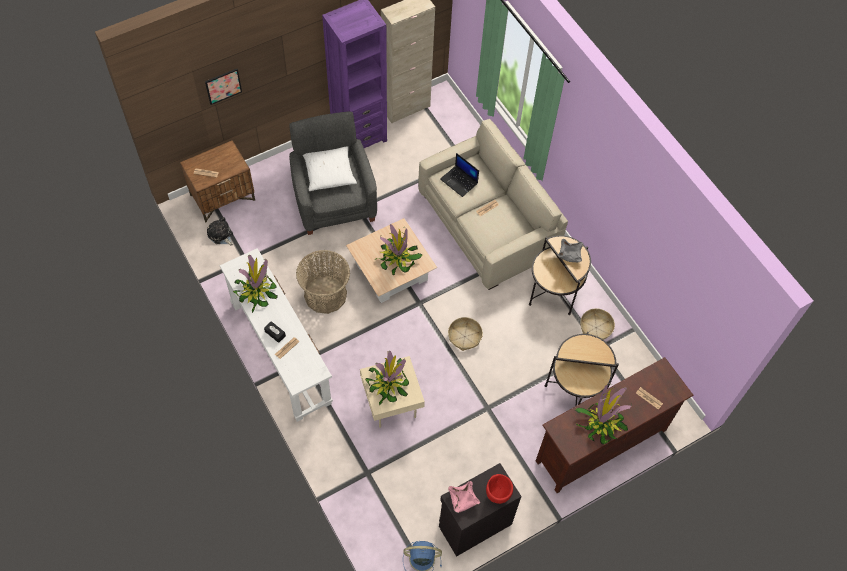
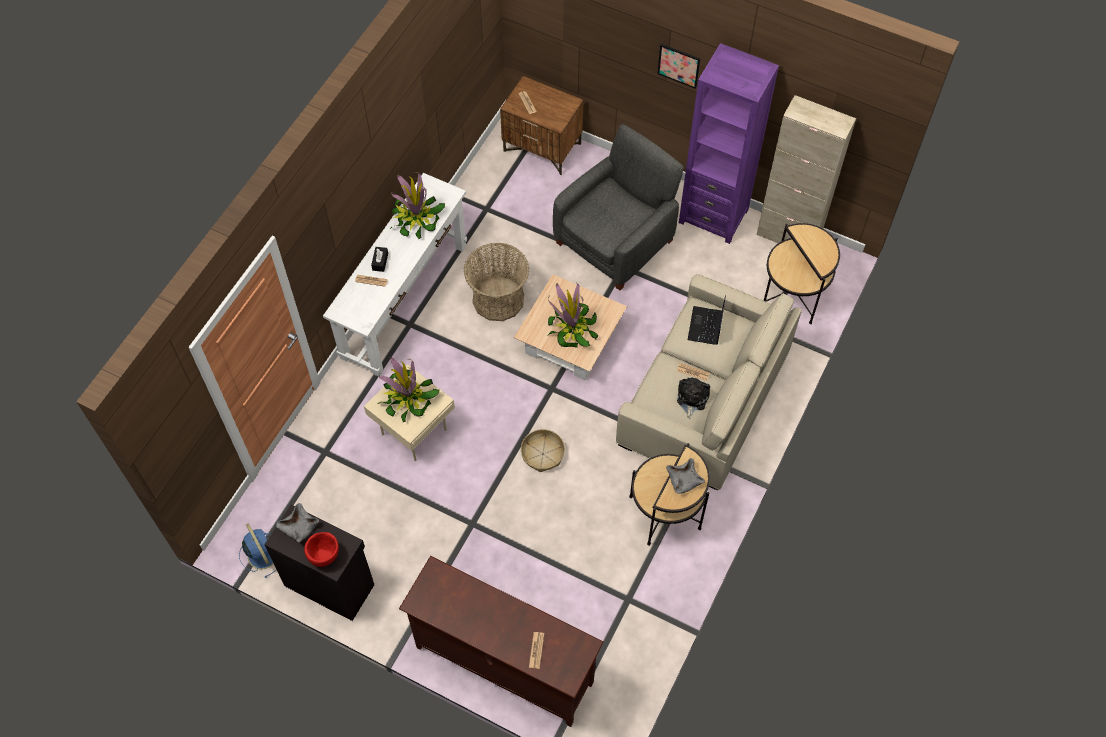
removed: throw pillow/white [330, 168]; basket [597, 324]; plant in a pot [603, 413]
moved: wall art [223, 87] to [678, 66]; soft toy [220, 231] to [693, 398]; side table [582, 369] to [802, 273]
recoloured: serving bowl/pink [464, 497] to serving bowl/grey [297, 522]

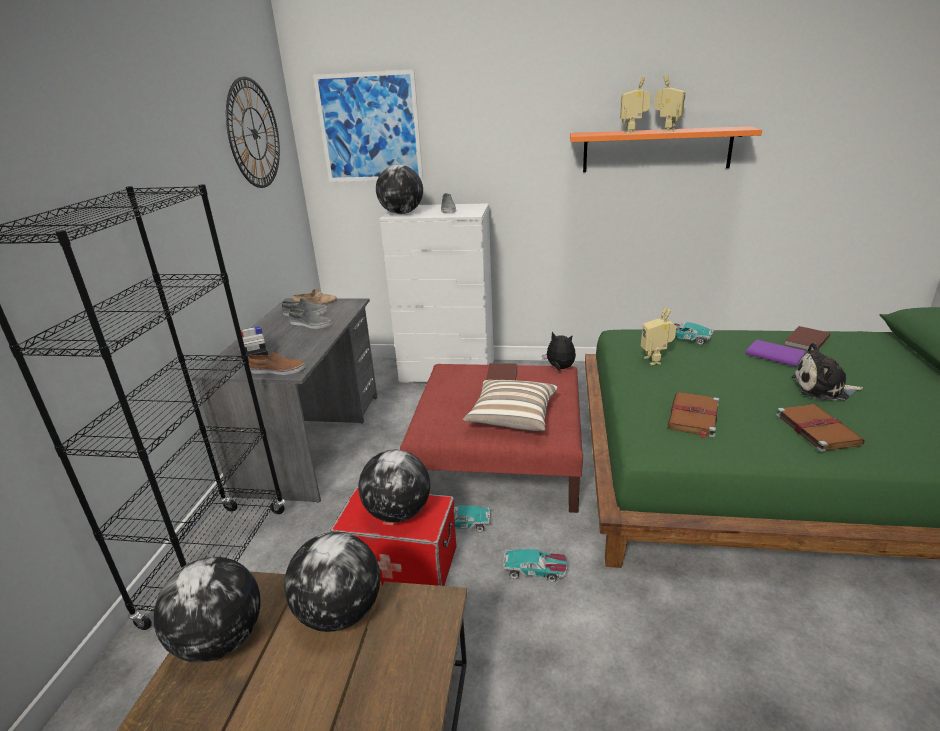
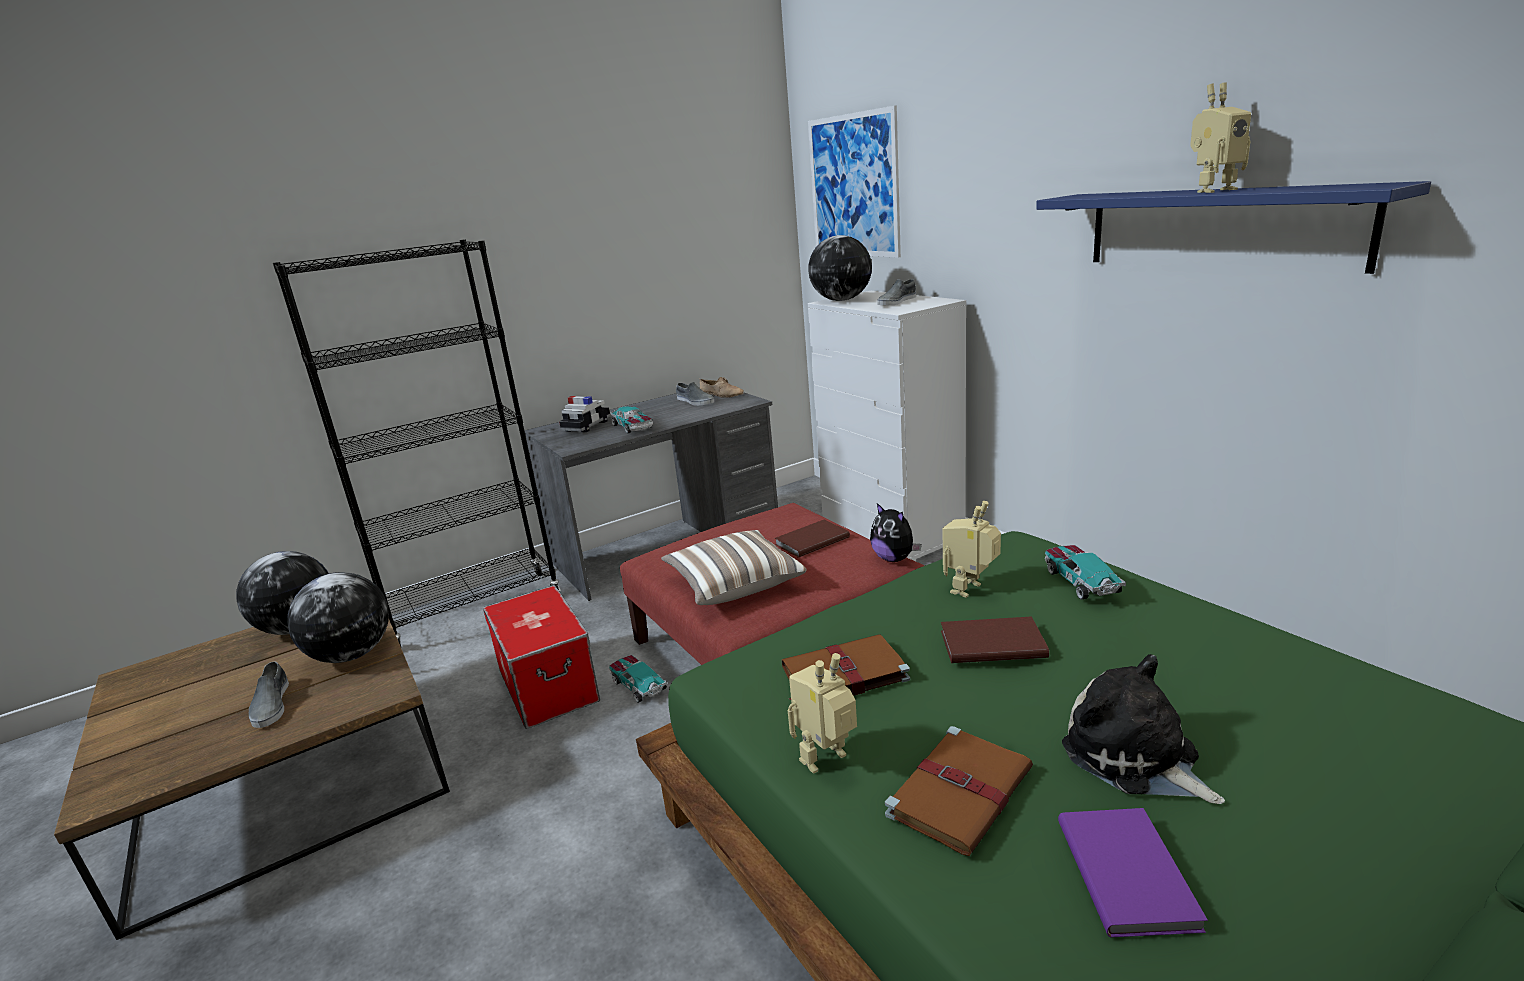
removed: hanging clock [253, 132]; low shoe/brown-coloured [277, 363]; desk globe [394, 486]
moved: model robot [635, 105] to [822, 713]; low shoe/grey [310, 318] to [269, 694]; book/brown-coloured [807, 338] to [995, 639]; book/purple [776, 353] to [1133, 872]; miniature car [535, 565] to [631, 419]
recoloured: bracket shelf/orange [666, 149] to bracket shelf/blue-coloured [1233, 227]
turned: soft toy [559, 351] = [895, 532] 150 degrees clockwise

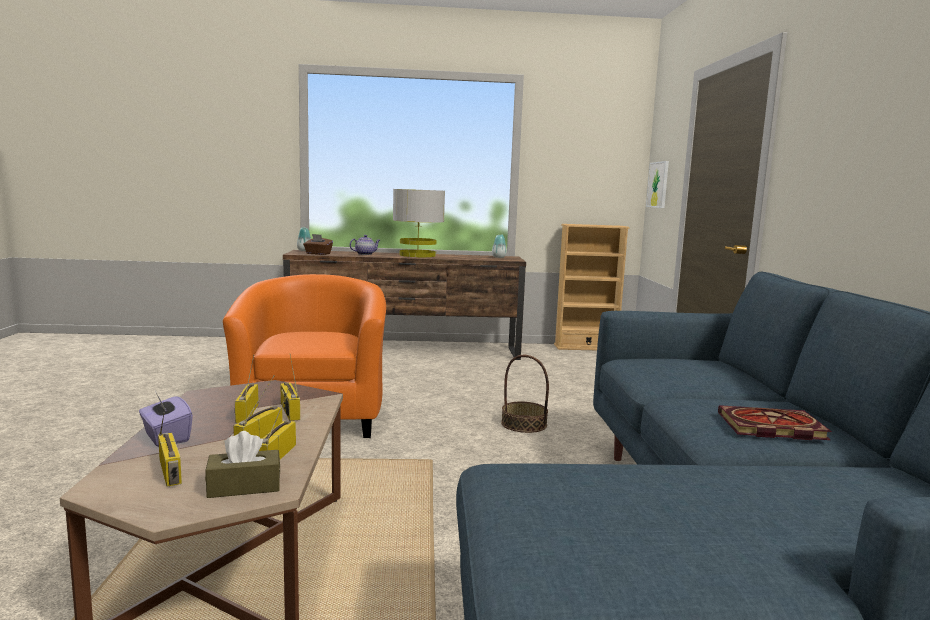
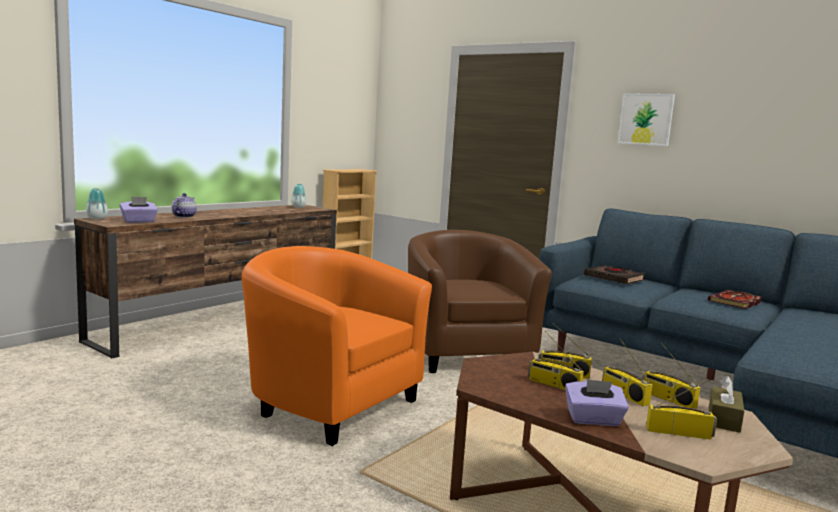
removed: lamp for a table/grey [419, 223]
added: book/blackish [614, 274]
moved: wall art [657, 184] to [646, 119]
replaced: basket [525, 394] to armchair/brown-coloured [480, 301]
recoloured: tissue box/brown-coloured [318, 244] to tissue box/purple [139, 210]

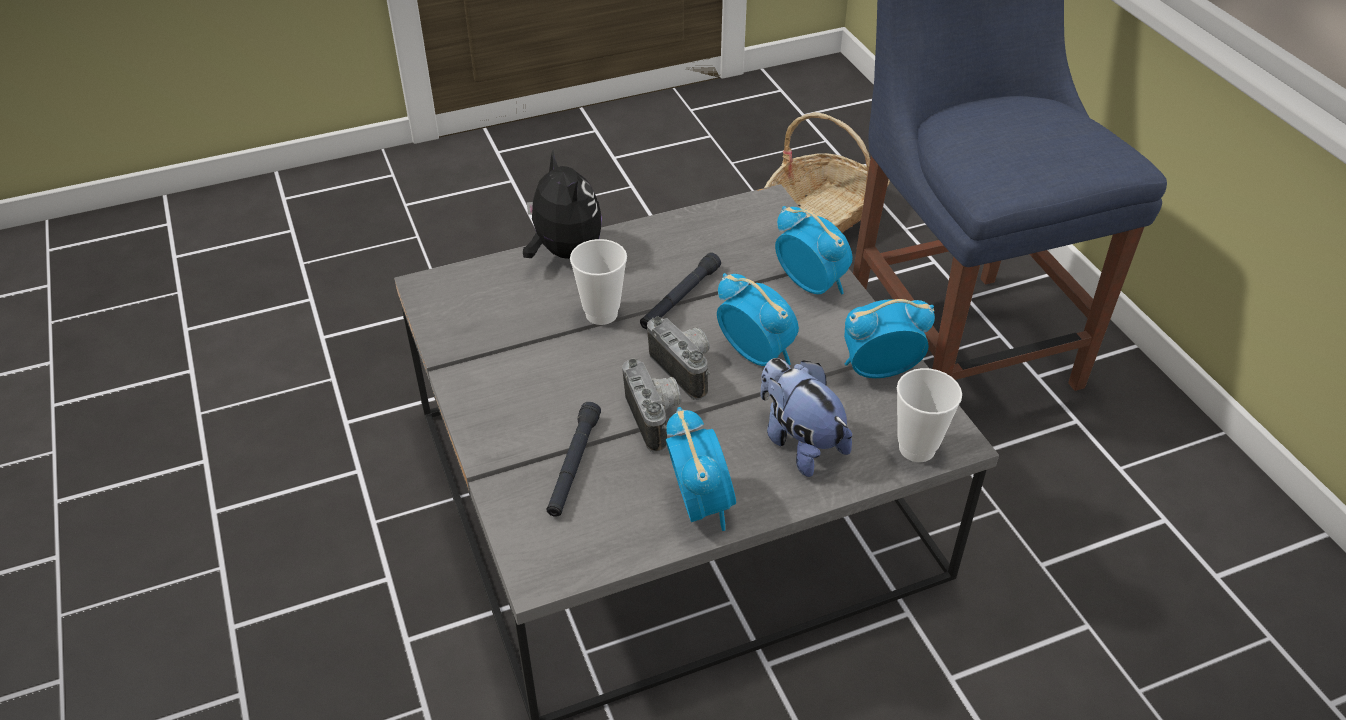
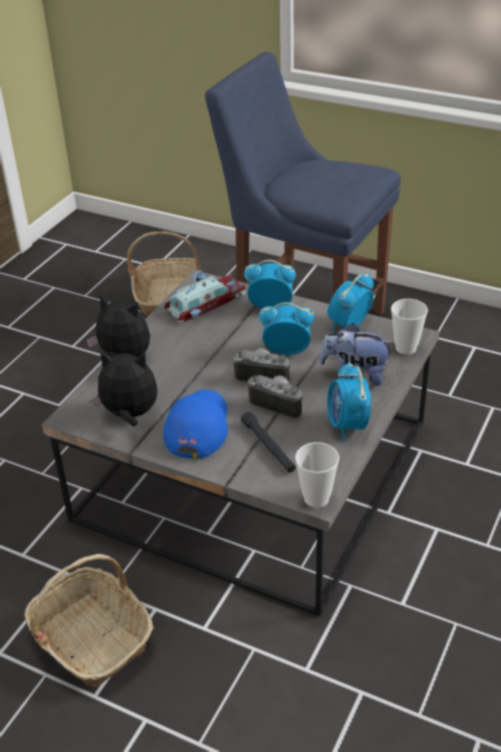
removed: hand torch/blackish [680, 290]
added: miniature car [205, 296]; soft toy [123, 388]; baseball cap/blue-coloured [195, 424]; basket [89, 620]
moved: cup [598, 282] to [317, 475]
turned: bedside clock [701, 469] = [349, 401] 135 degrees counterclockwise

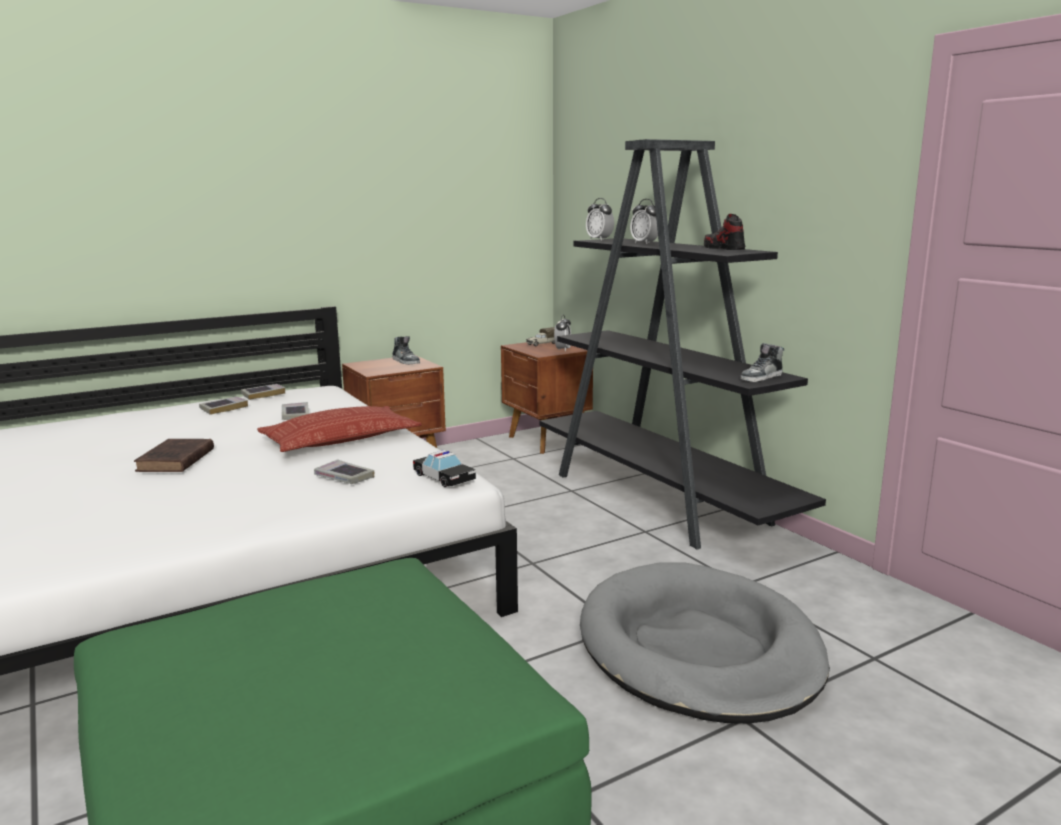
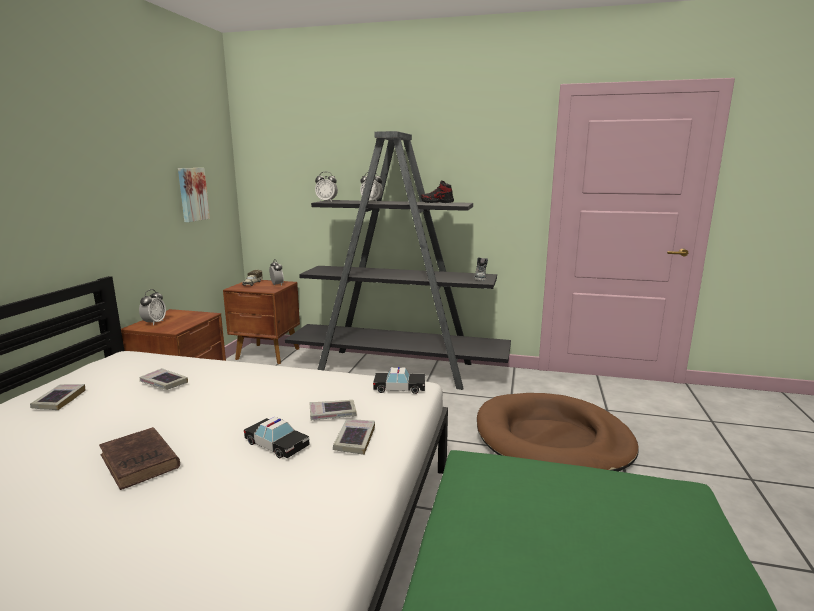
removed: low shoe [406, 350]; throw pillow [339, 429]
added: wall art [194, 195]; bedside clock [152, 307]; miniature car [277, 437]
moved: book [263, 392] to [354, 437]
recoloured: dog bed/grey [705, 643] to dog bed/brown-coloured [558, 432]

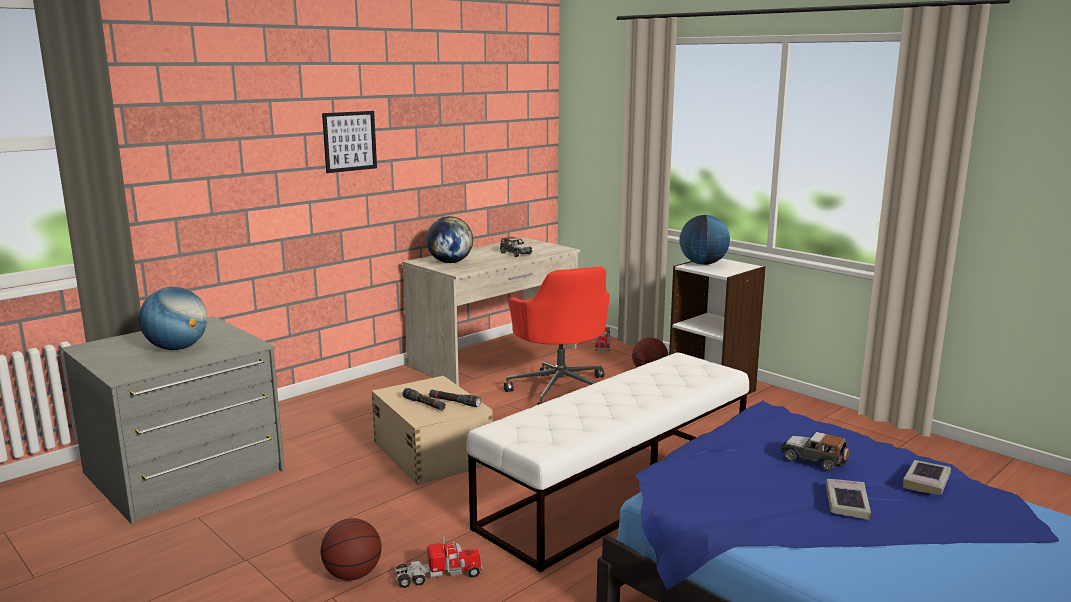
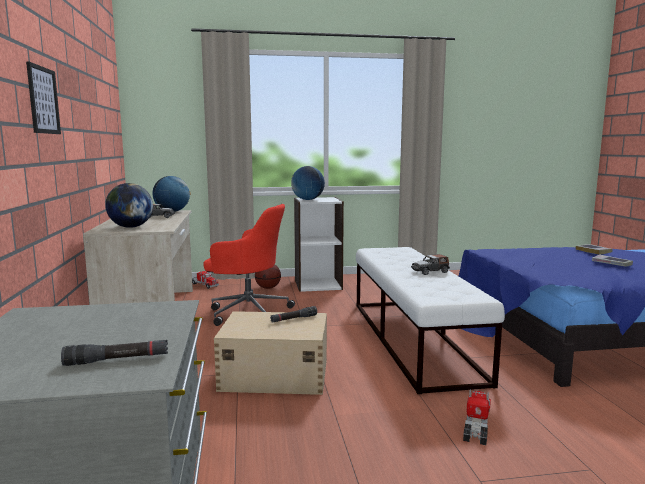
removed: basketball [351, 549]
moved: desk globe [173, 318] to [171, 194]; hand torch/blackish [424, 399] to [114, 353]; miniature car [815, 451] to [430, 264]

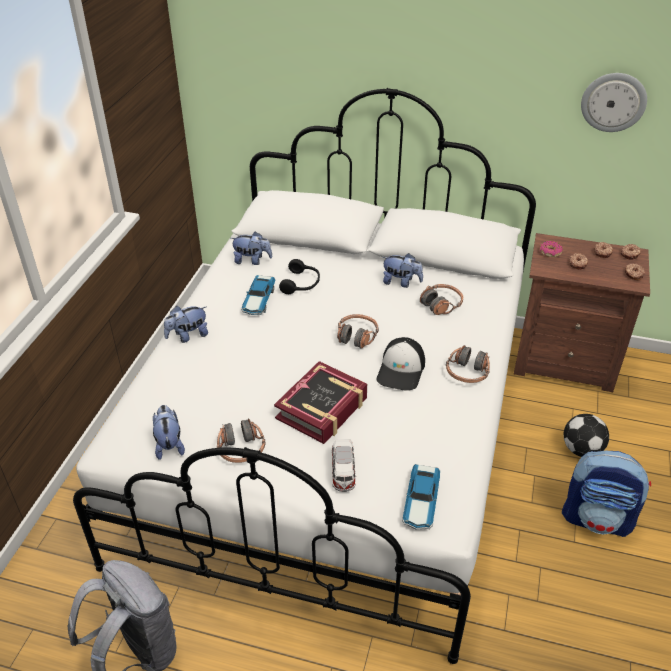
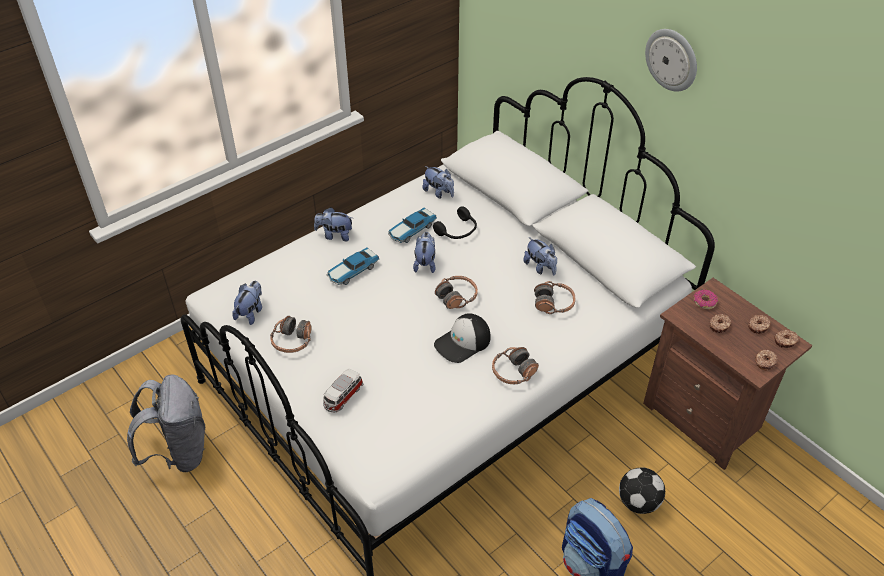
removed: book [320, 402]
added: soft toy [424, 252]
moved: hanging clock [614, 102] to [671, 60]; miniature car [421, 497] to [353, 266]

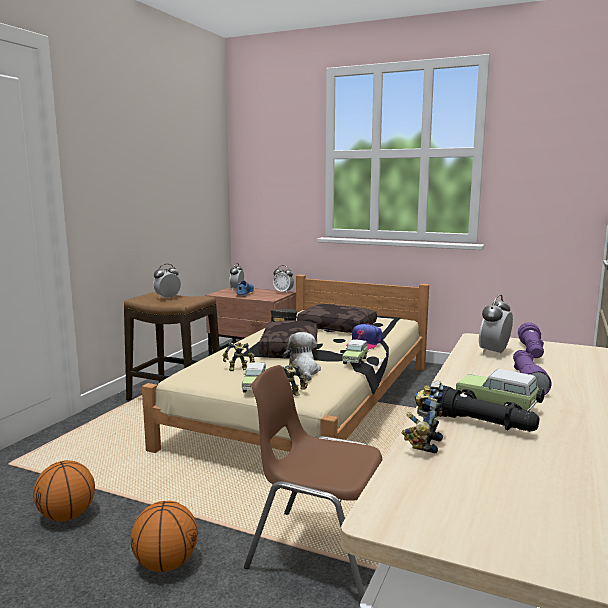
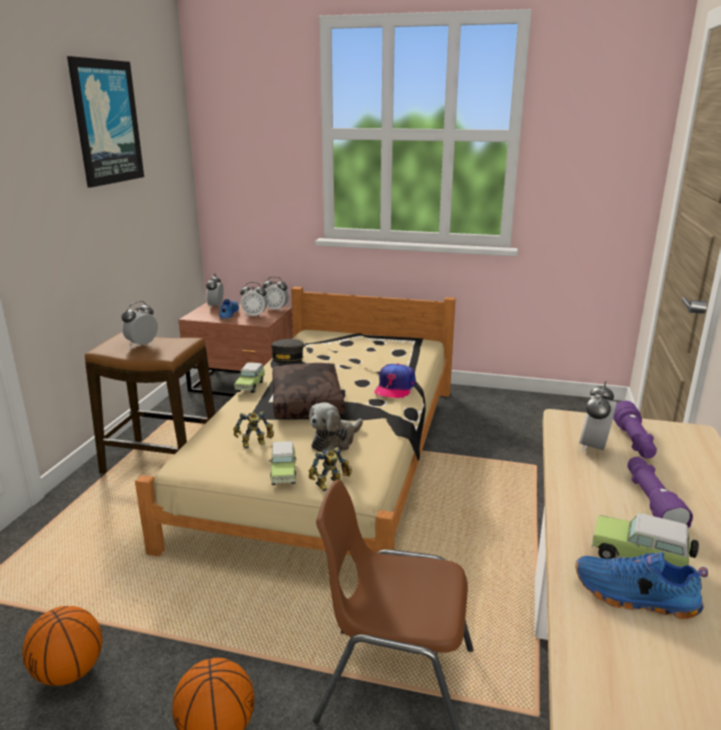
removed: throw pillow/brown-coloured [337, 318]; model robot [423, 417]
added: wall art [105, 122]; bedside clock [254, 299]
moved: miniature car [355, 353] to [249, 378]
replaced: hand torch/blackish [490, 408] to low shoe/blue-coloured [641, 585]
turned: soft toy [302, 356] = [336, 427] 120 degrees counterclockwise

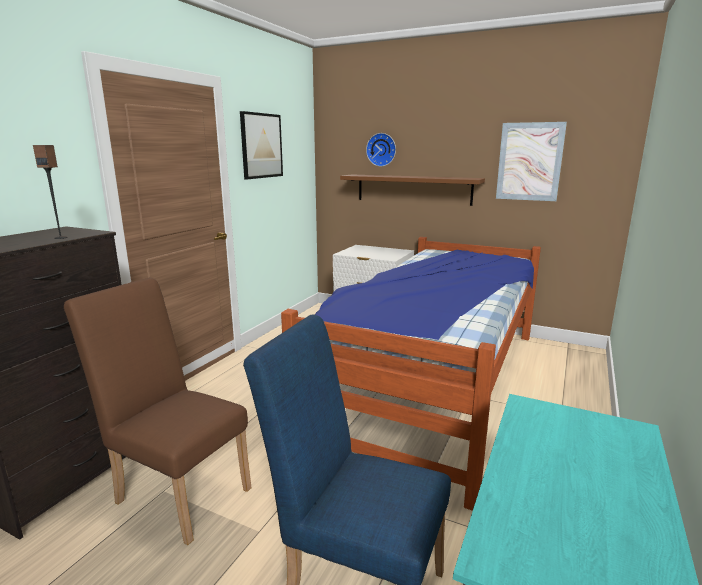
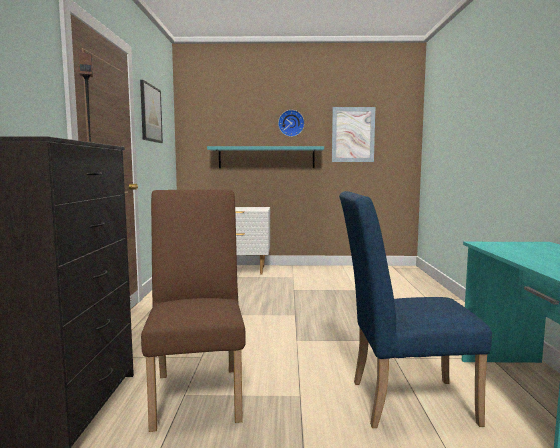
removed: bedroom bed [411, 374]
moved: hanging clock [381, 150] to [291, 123]
recoloured: bracket shelf/brown-coloured [412, 190] to bracket shelf/blue-green [265, 157]
turned: upright chair/brown-coloured [158, 411] = [193, 310] 75 degrees clockwise

